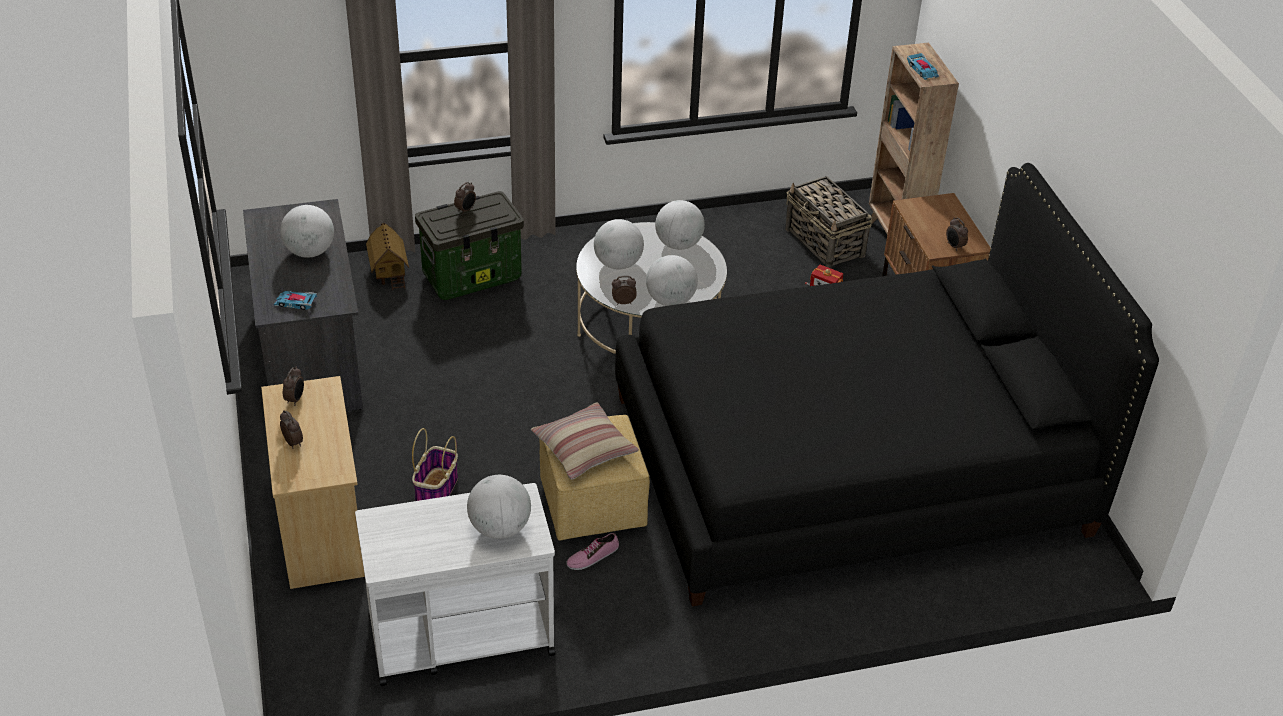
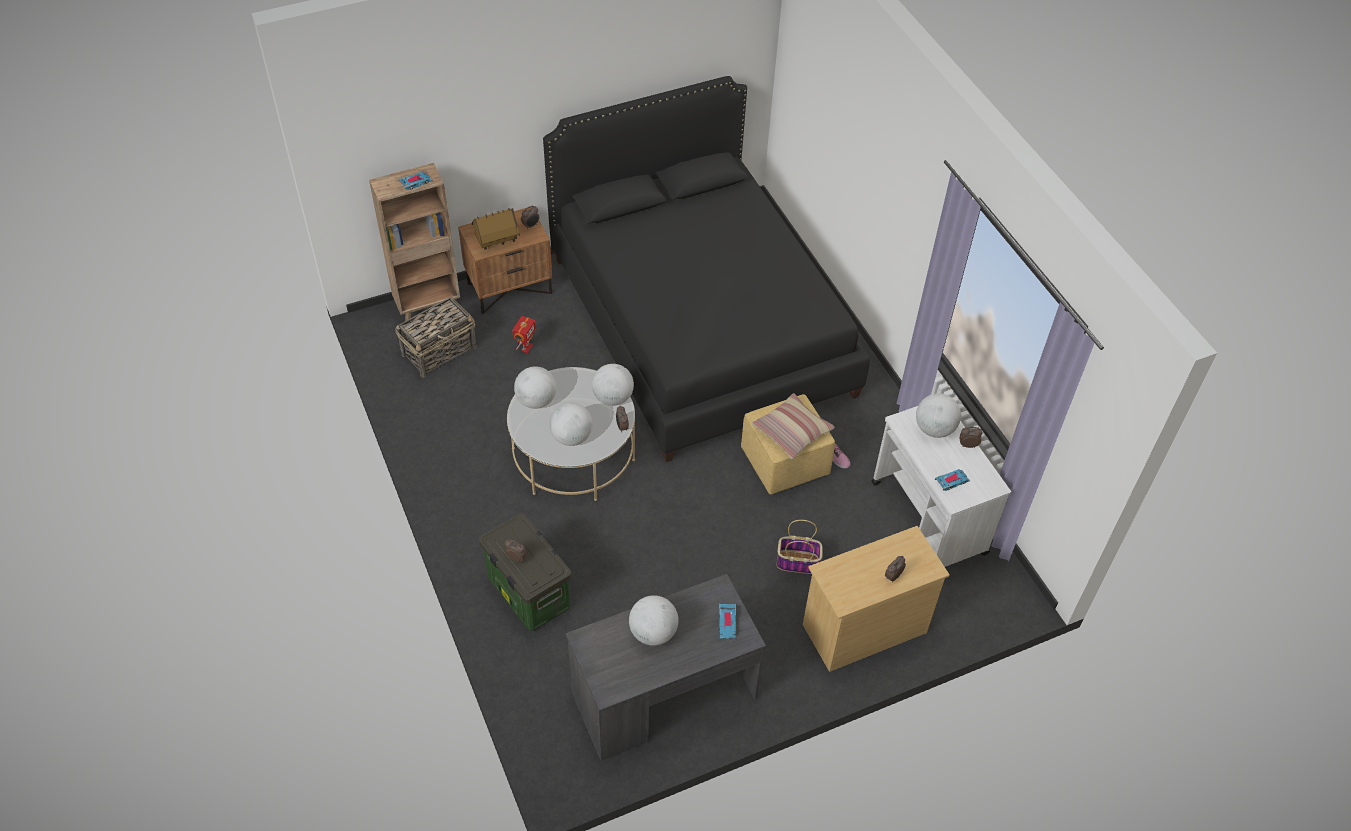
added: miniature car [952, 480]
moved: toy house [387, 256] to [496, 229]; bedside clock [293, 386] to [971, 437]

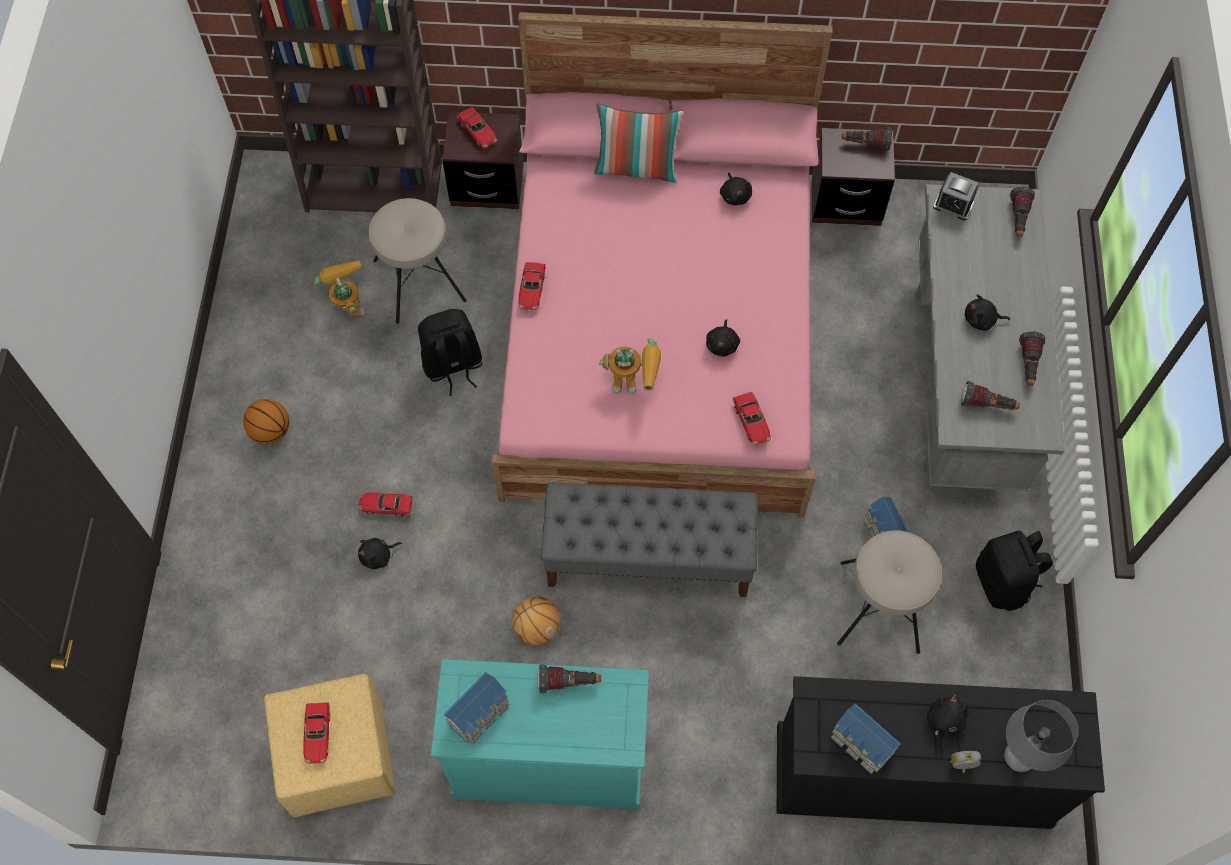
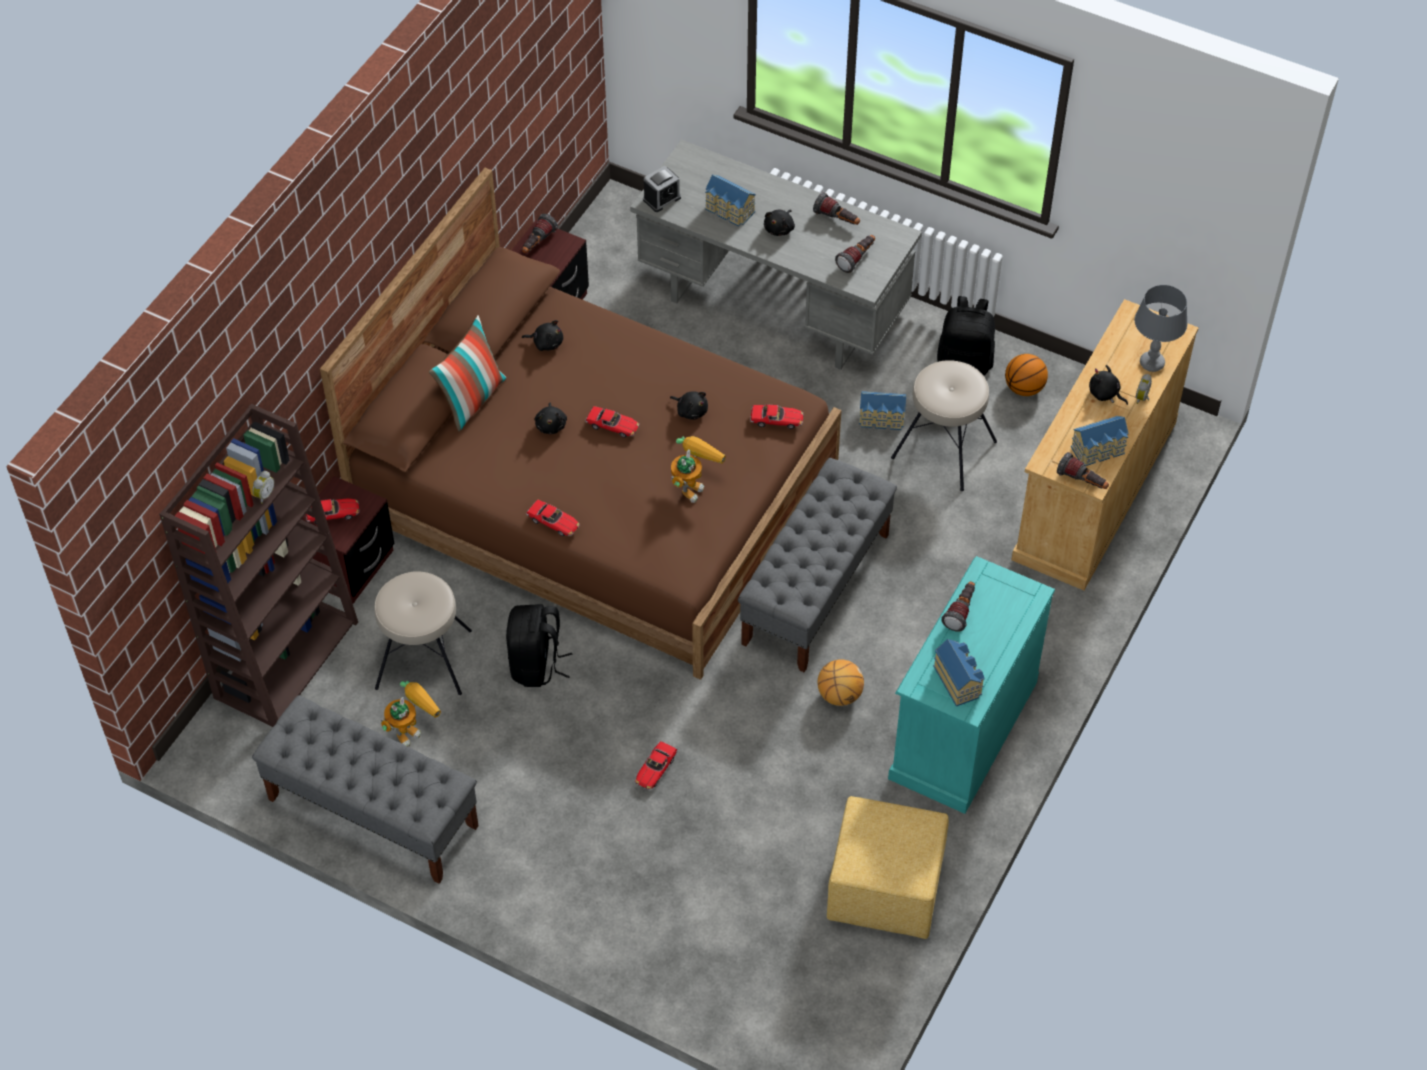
added: toy house [730, 201]; bedside clock [263, 487]; long seat/grey [365, 789]
moved: hand torch [1022, 211] to [1083, 470]; basketball [266, 421] to [1026, 375]; soft toy/blackish [380, 553] to [551, 418]; miniature car [316, 733] to [612, 422]
recoloured: bedroom bed/pink [662, 265] to bedroom bed/brown-coloured [581, 424]; chest of drawers/blackish [941, 752] to chest of drawers/sand-coloured [1105, 444]
turned: model robot [339, 288] = [411, 714] 135 degrees clockwise

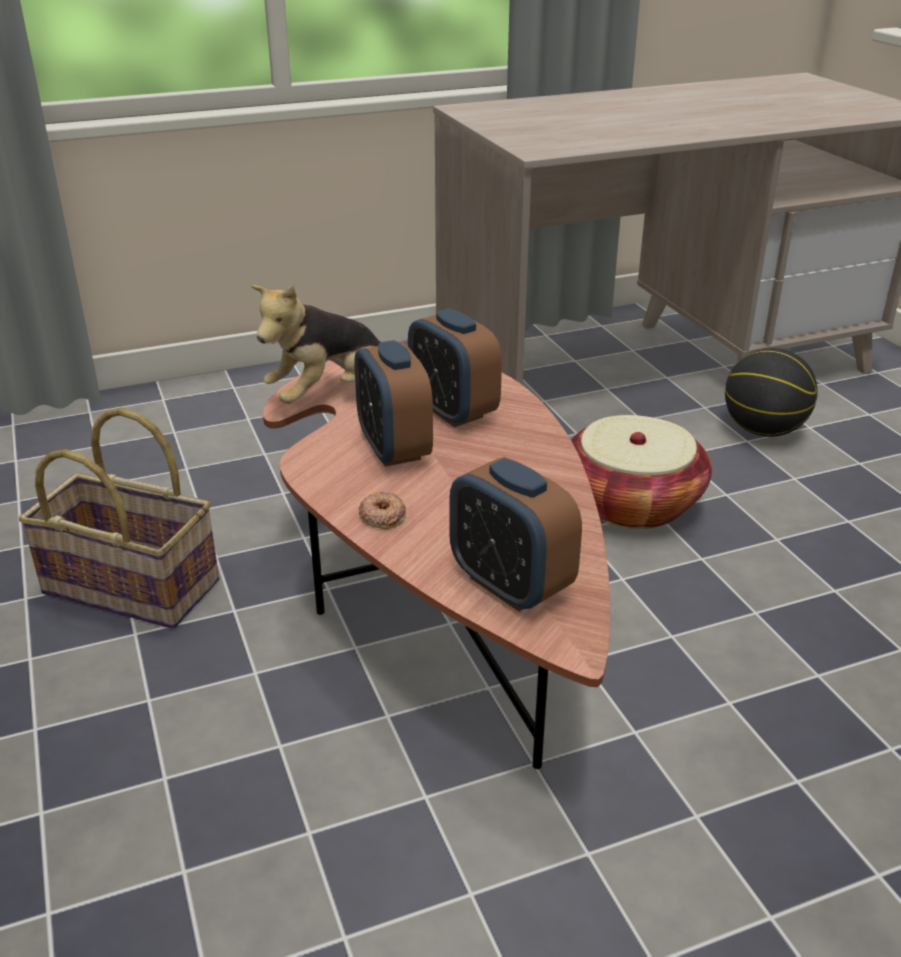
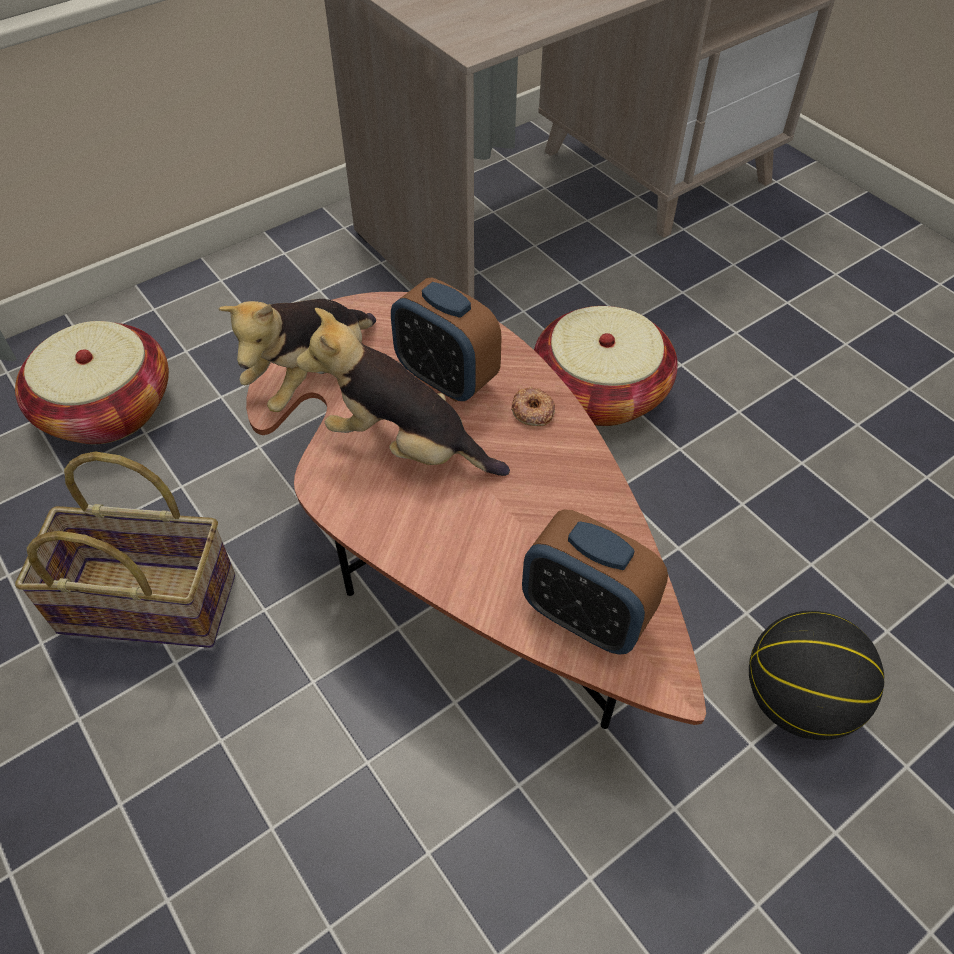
added: basket [92, 382]
moved: basketball [771, 392] to [816, 675]; donut [382, 510] to [533, 406]
replaced: bedside clock [393, 403] to soft toy [403, 392]

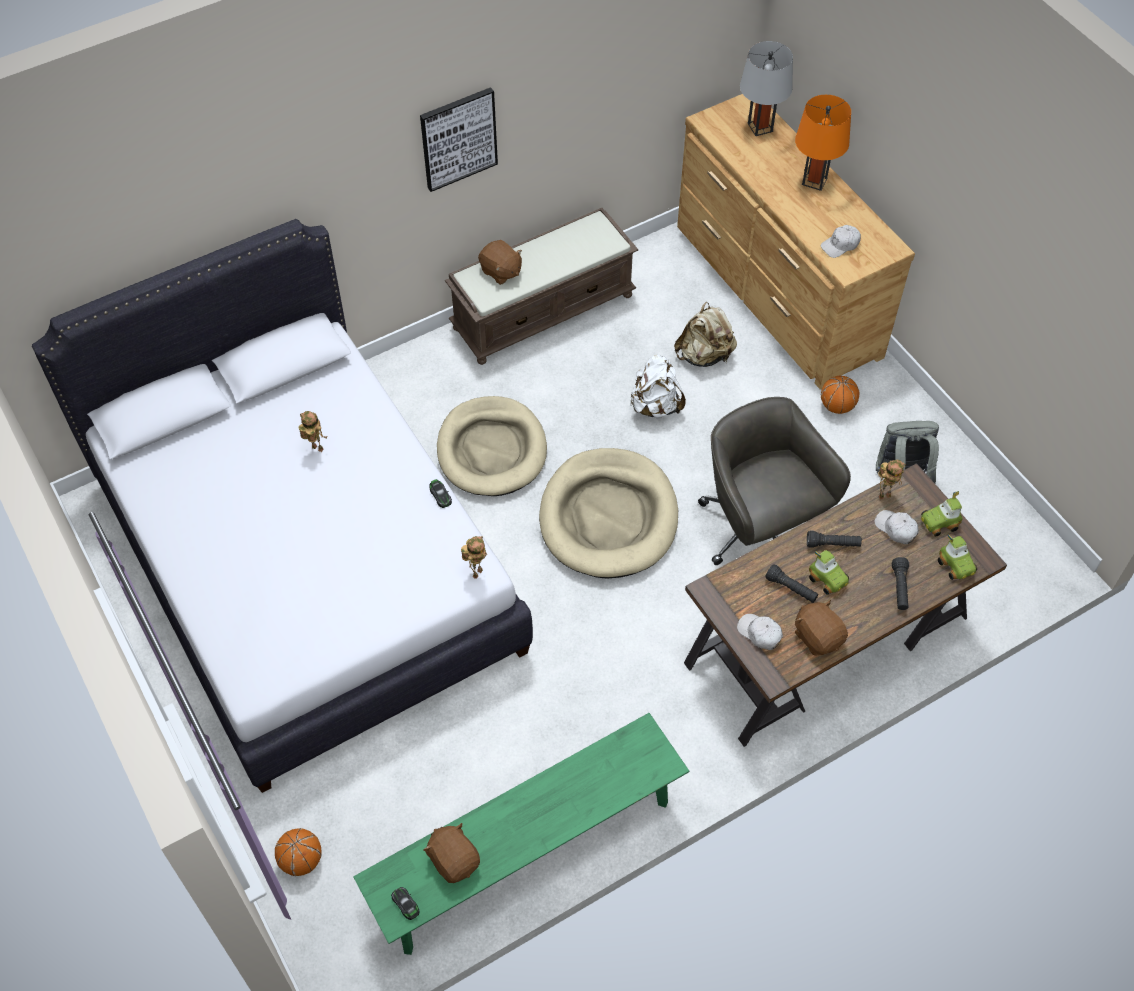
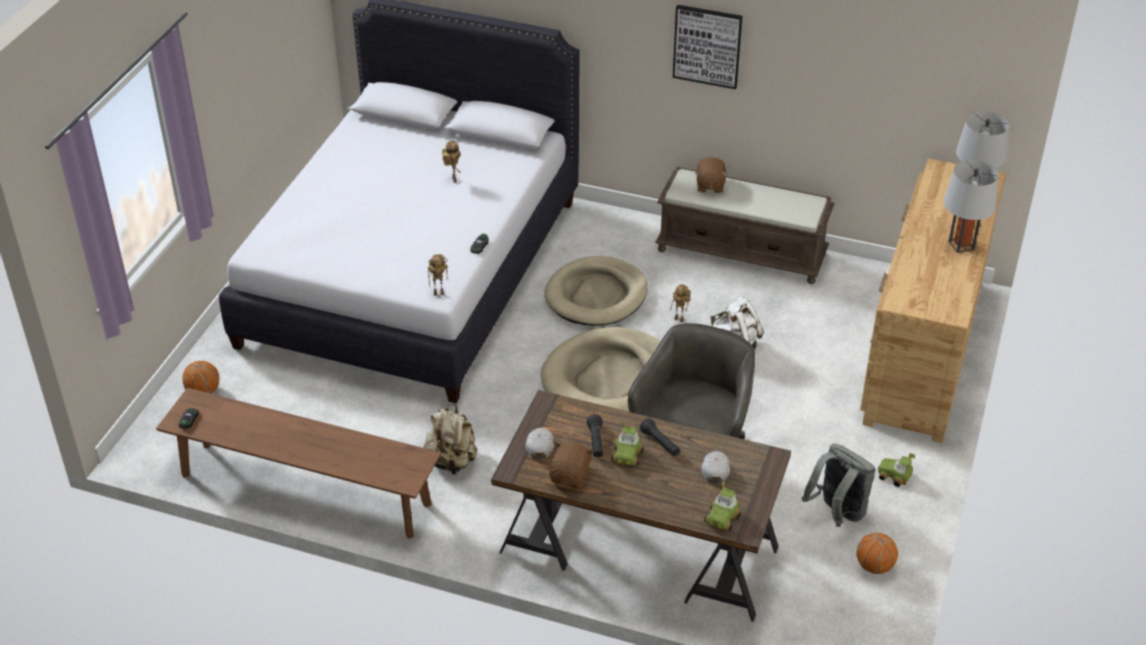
removed: baseball cap/white [841, 241]; hand torch/blackish [900, 583]; soft toy/brown-coloured [451, 853]
moved: knapsack/sand-coloured [705, 334] to [450, 439]; basketball [840, 395] to [877, 553]; model robot [892, 480] to [680, 303]; miniature car [941, 514] to [896, 470]
recoloured: lamp for a table/orange [823, 143] to lamp for a table/grey [971, 206]; long seat/green [521, 834] to long seat/brown-coloured [298, 463]

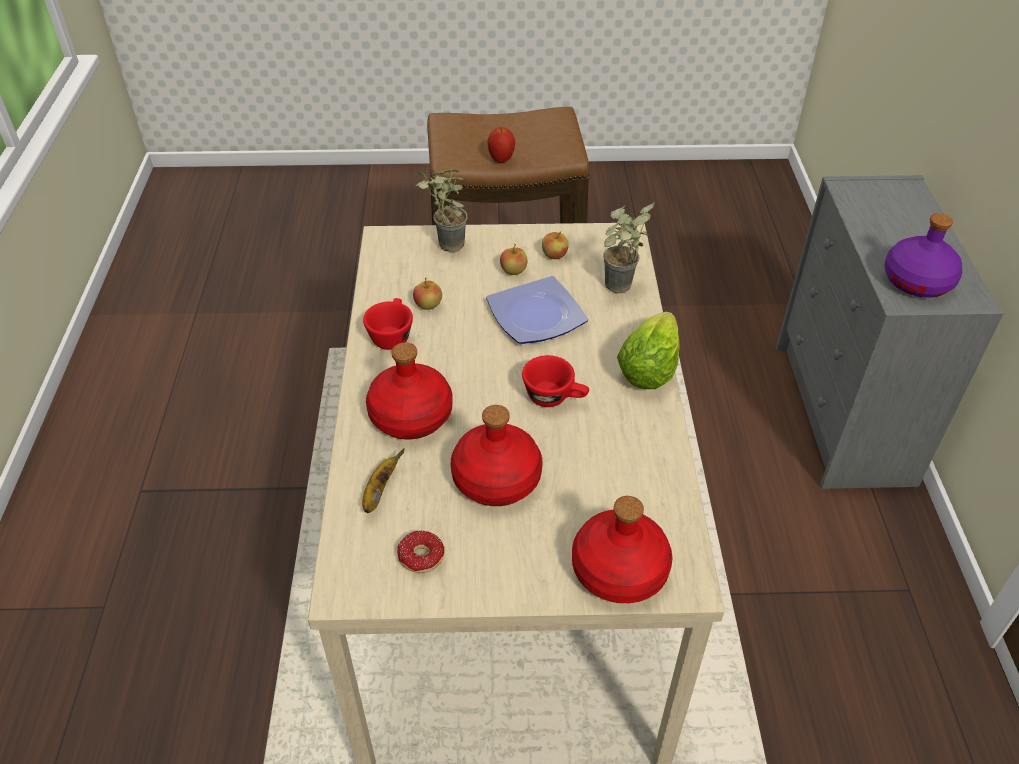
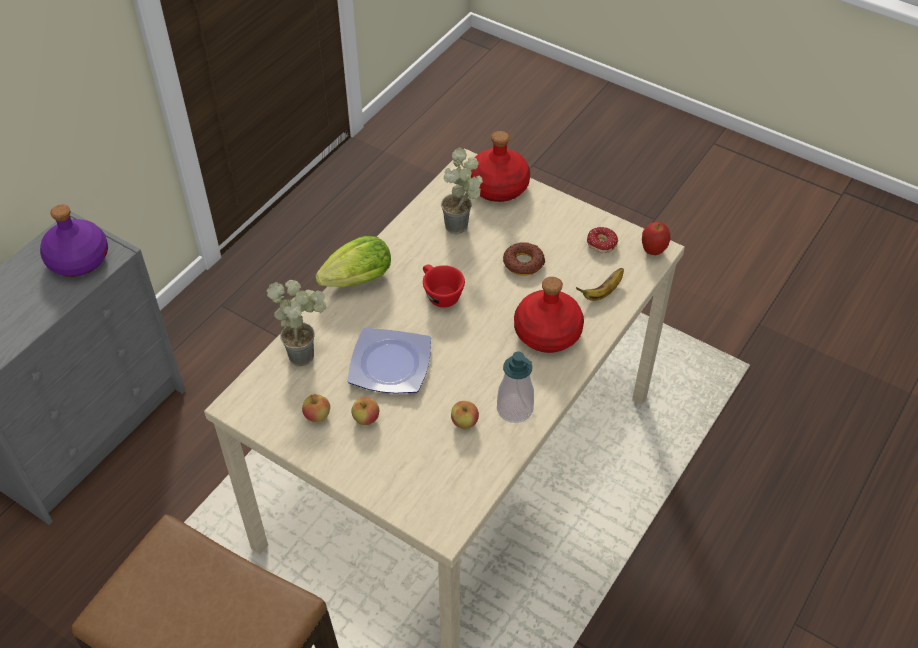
moved: apple [501, 145] to [656, 238]; plant in a pot [441, 211] to [462, 191]
replaced: cup/reddish [388, 324] to soap bottle [515, 387]; beverage bottle/reddish [497, 455] to donut [524, 259]

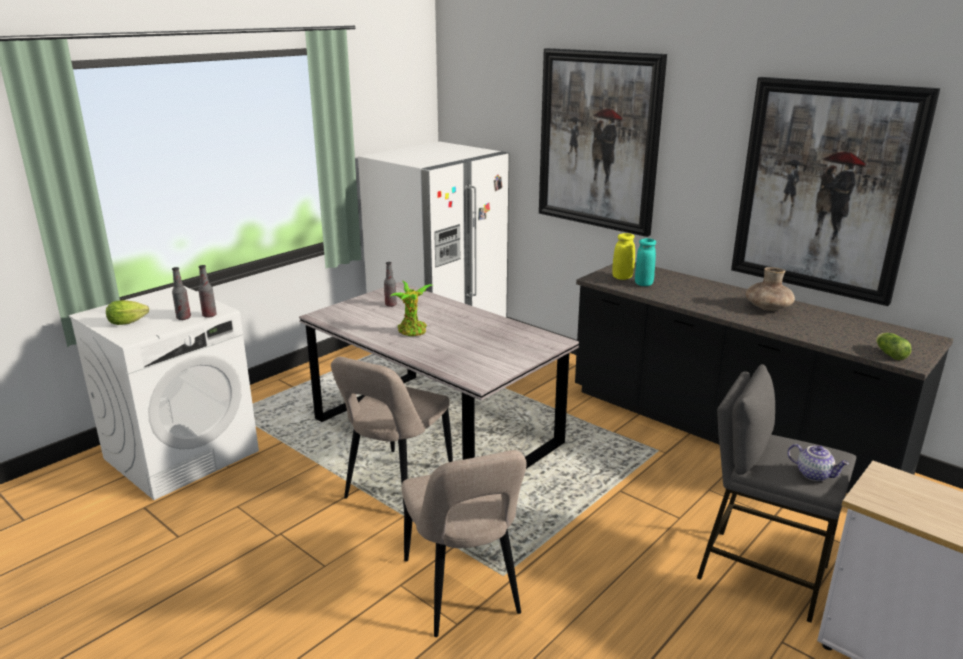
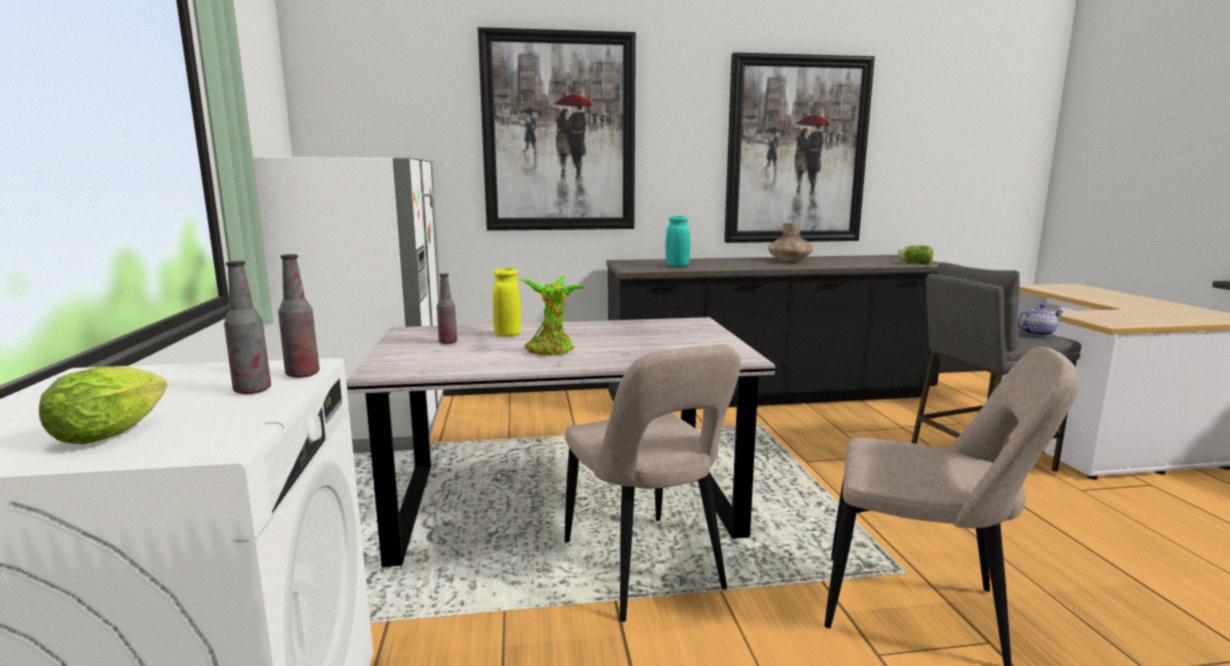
moved: decorative vase/yellowish [623, 256] to [507, 302]

